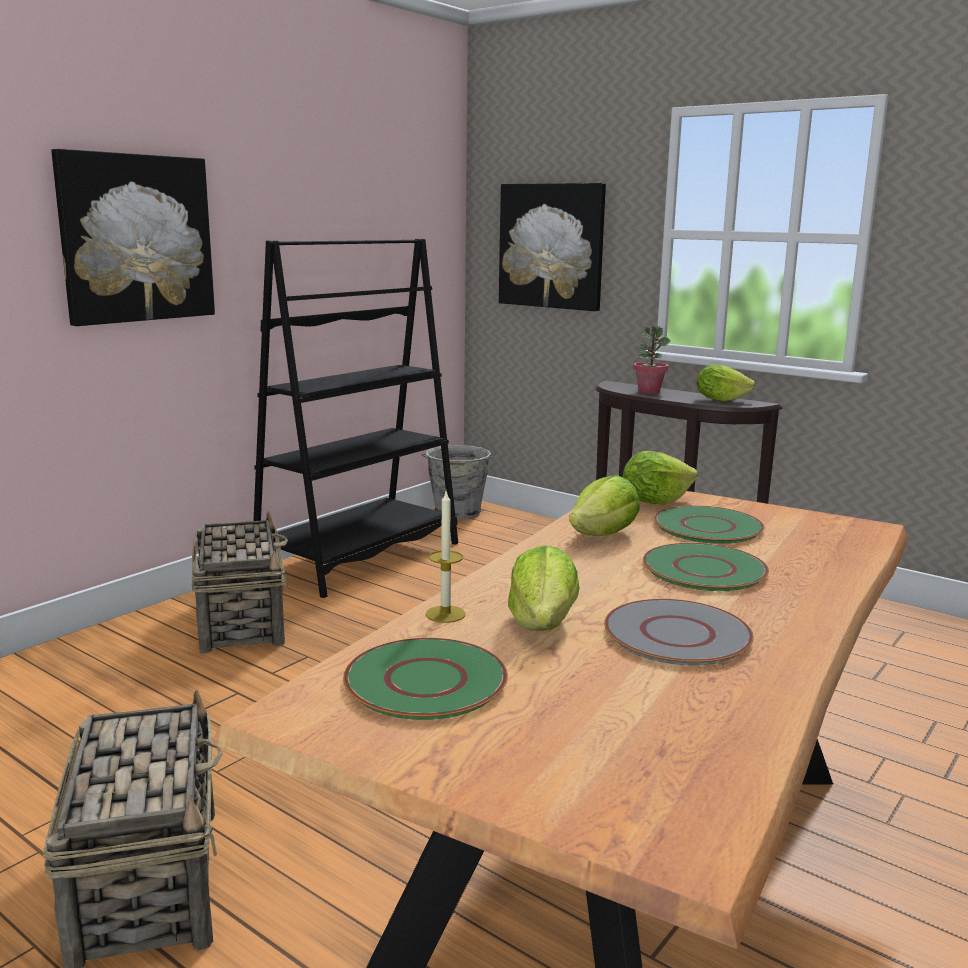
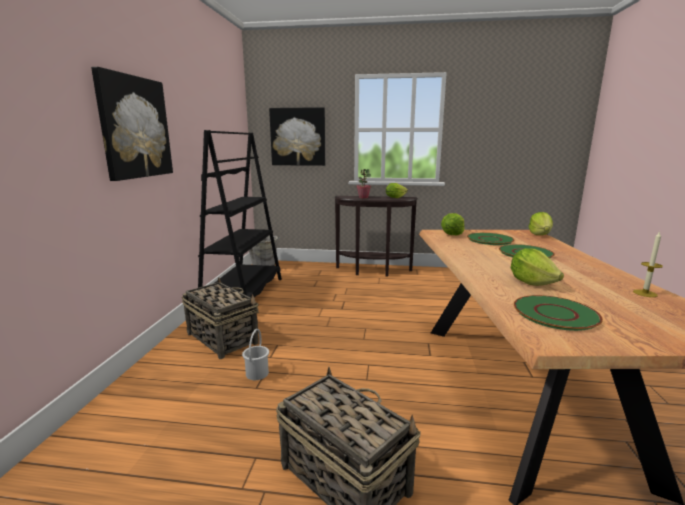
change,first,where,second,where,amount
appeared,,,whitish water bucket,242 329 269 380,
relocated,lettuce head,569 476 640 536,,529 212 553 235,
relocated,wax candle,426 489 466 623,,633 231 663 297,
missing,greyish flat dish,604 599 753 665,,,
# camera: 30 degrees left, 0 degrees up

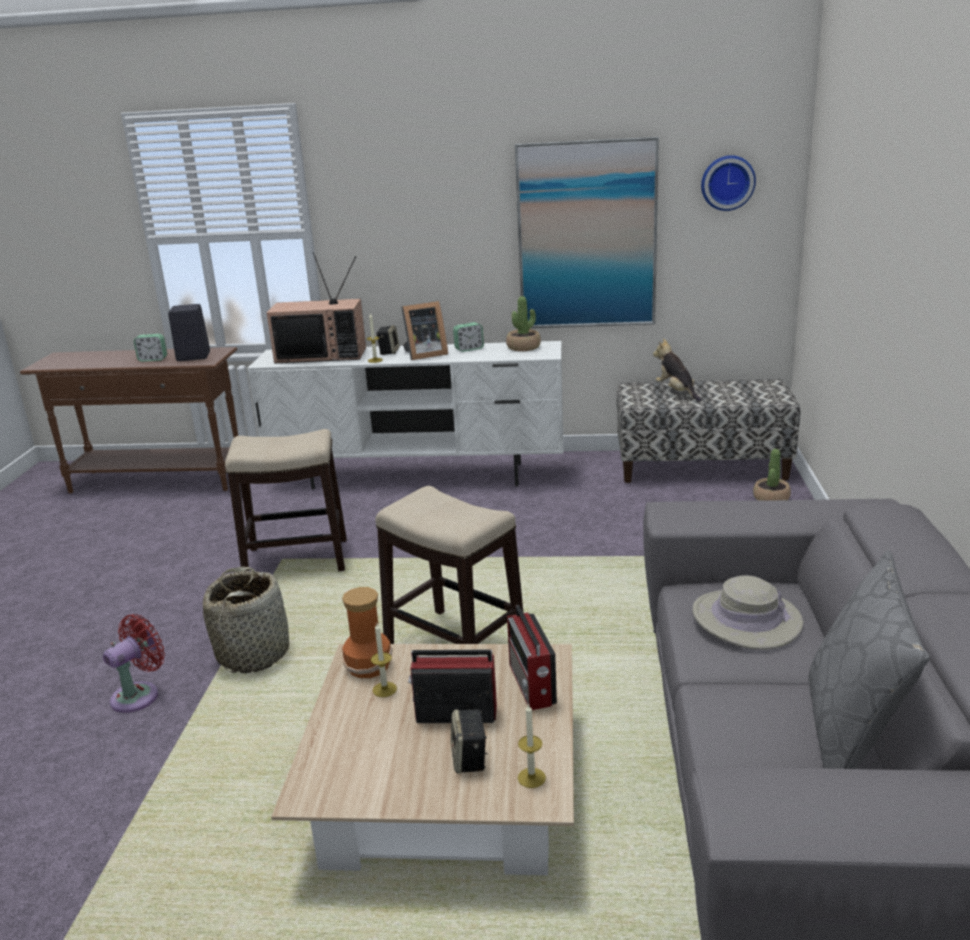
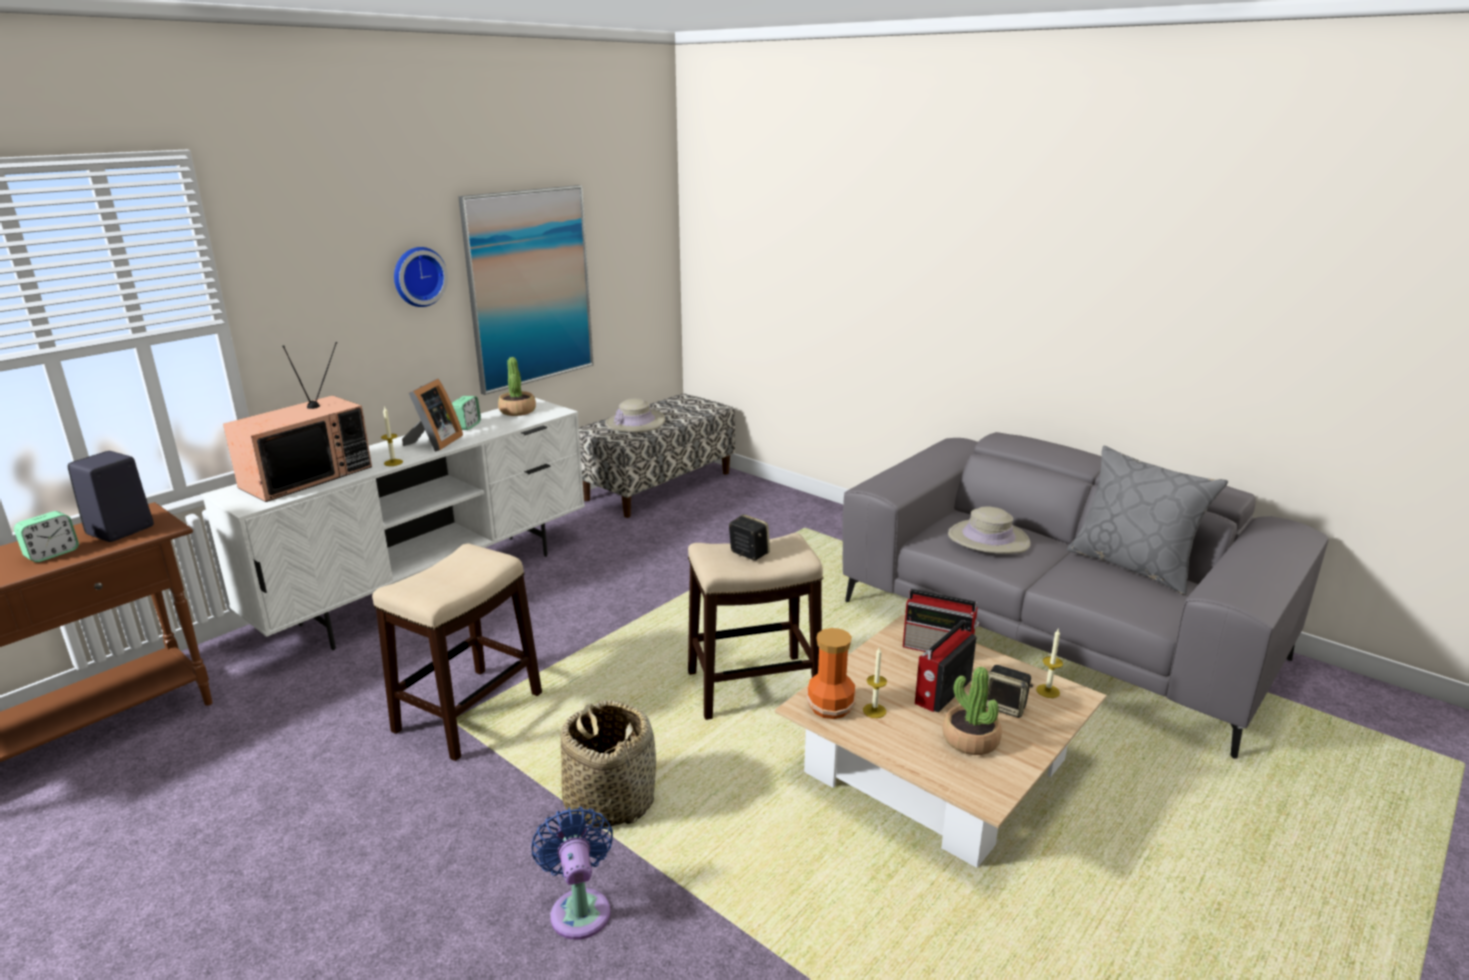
change,first,where,second,where,amount
relocated,clock on the wall,701 155 756 211,,394 247 448 307,
colour,reddish fan,103 614 165 713,bluish fan,532 807 613 940,
exchanged,cuddly toy,653 339 701 402,sand-coloured hat,605 398 665 432,
relocated,speaker,376 325 400 355,,729 514 770 561,
relocated,plant in a pot,753 449 791 501,,942 667 1002 755,
# camera: 55 degrees left, 0 degrees up

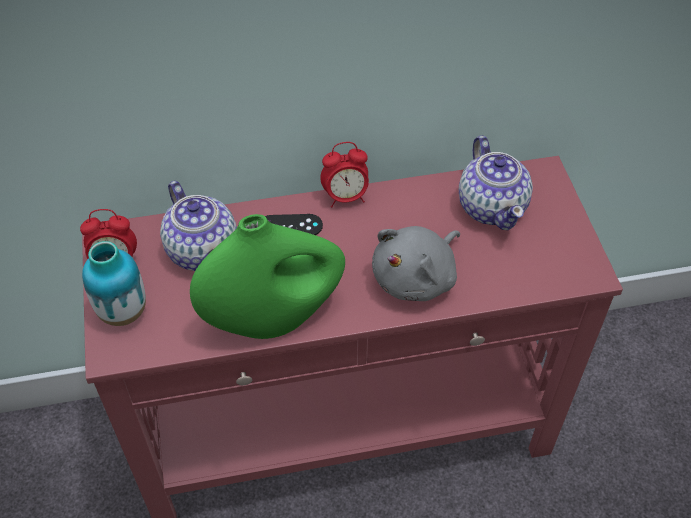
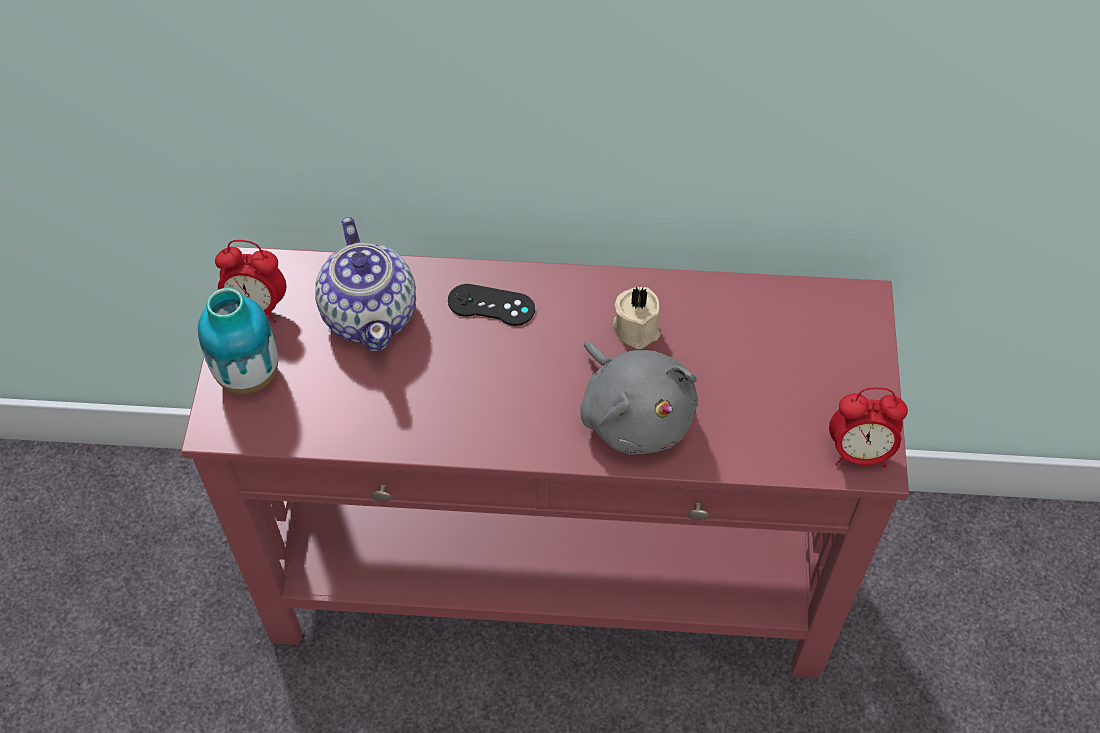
change,first,where,second,where,amount
spun,greyish cuddly toy,372 226 460 301,,580 341 698 455,90 degrees counterclockwise
appeared,,,sand-coloured wax candle,613 287 660 349,
relocated,table clock,320 142 369 208,,829 387 908 468,
missing,green vase,190 214 345 339,,,
missing,teapot,459 136 533 230,,,
# camera: 15 degrees right, 5 degrees up

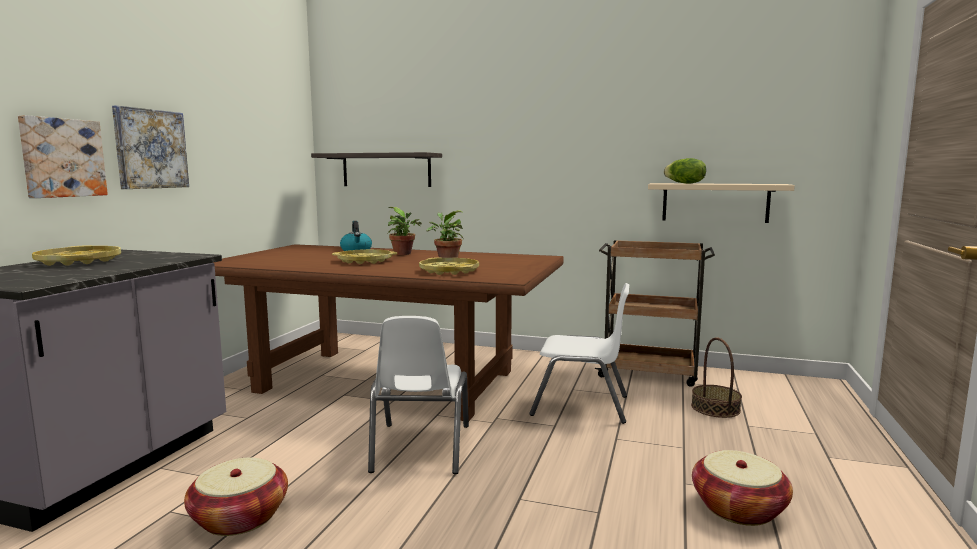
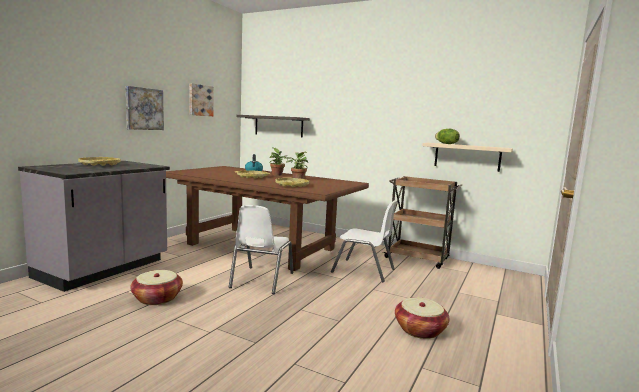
change,first,where,second,where,amount
relocated,picture,18 115 108 198,,189 83 214 116,
missing,storage basket,691 337 742 418,,,
# camera: 10 degrees right, 0 degrees up

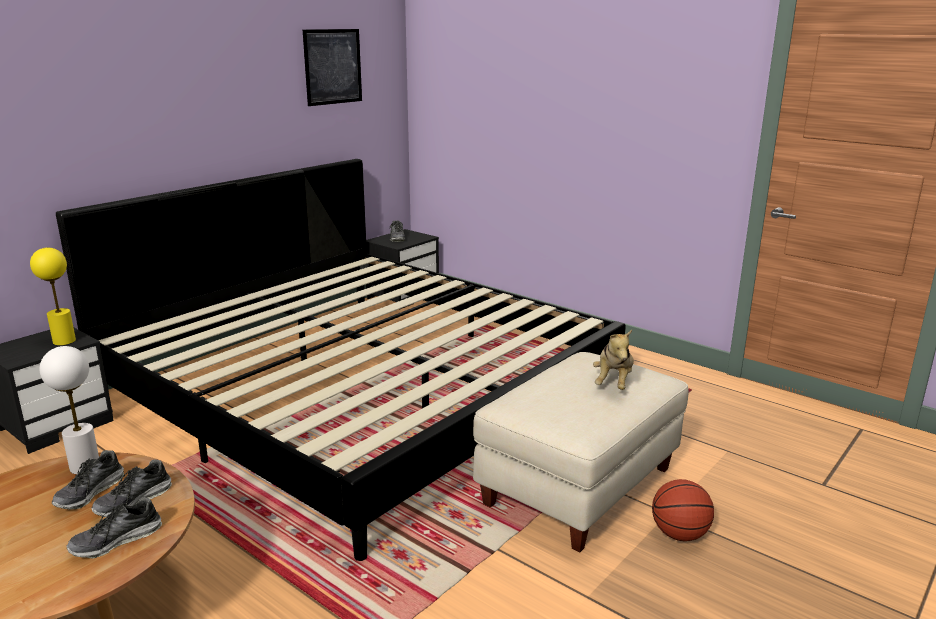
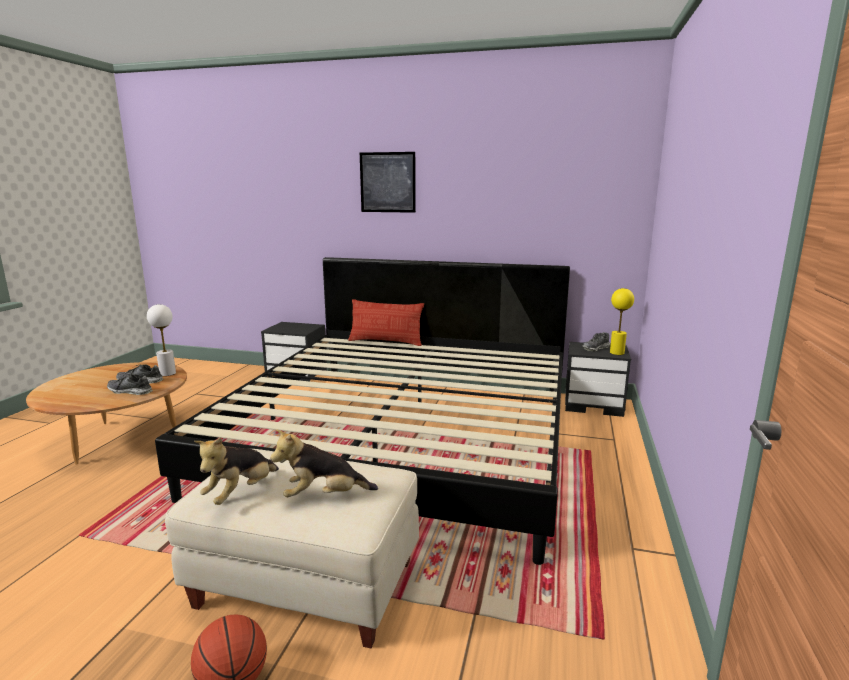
change,first,where,second,where,amount
appeared,,,cuddly toy,194 437 279 505,
appeared,,,cushion,348 299 424 346,
relocated,picture,303 29 362 106,,360 152 416 213,
relocated,yellowish tabletop lamp,30 248 76 346,,610 288 634 355,
missing,low shoe,66 497 162 559,,,
# camera: 65 degrees right, 5 degrees down

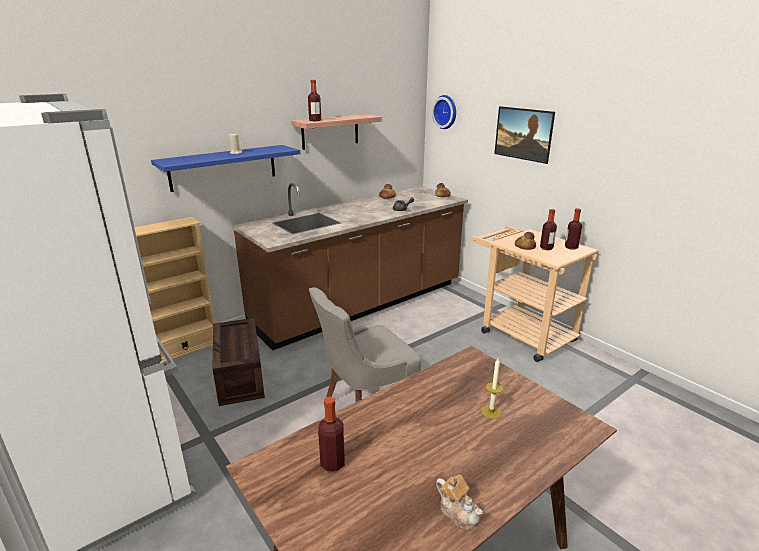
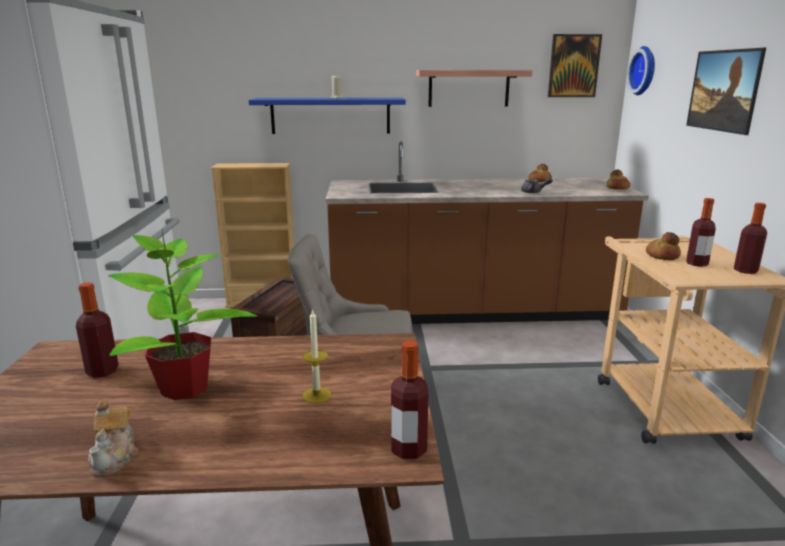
change,first,where,second,where,amount
appeared,,,plant in a pot,108 230 257 400,
relocated,bottle,308 80 321 121,,391 340 428 459,
appeared,,,picture,548 34 602 97,
# camera: 35 degrees right, 5 degrees down

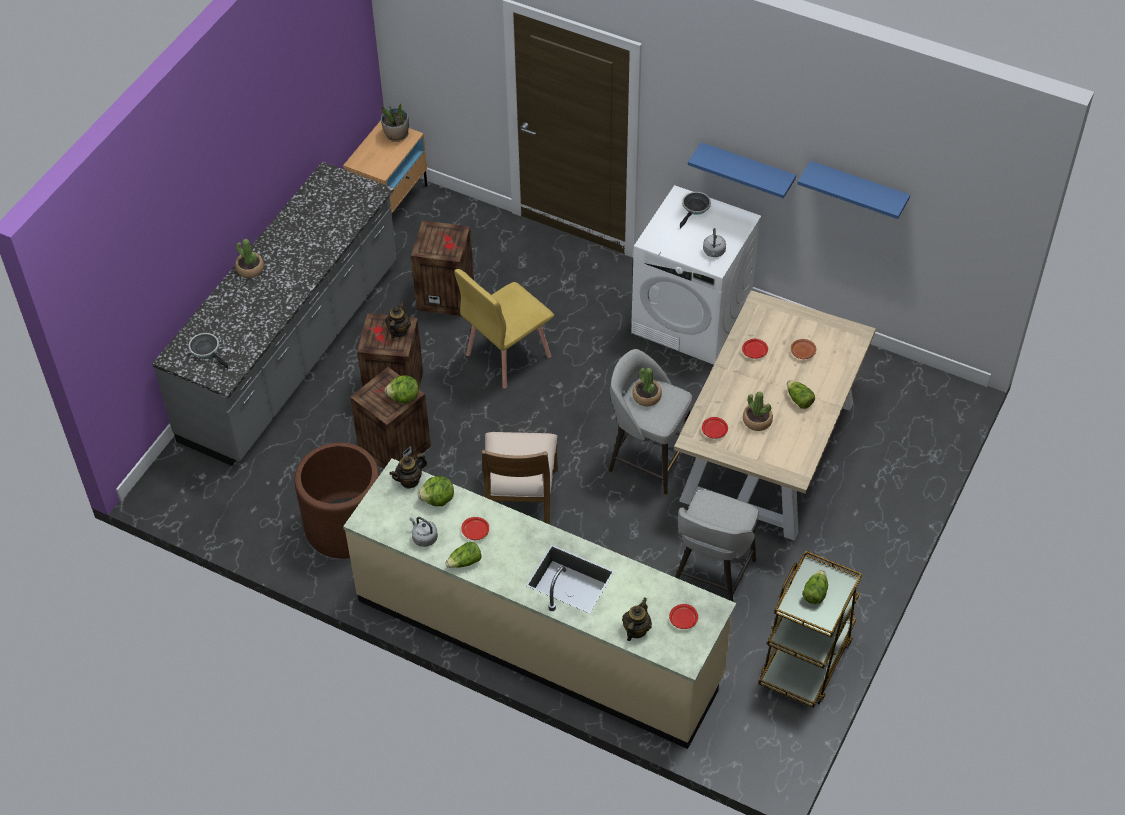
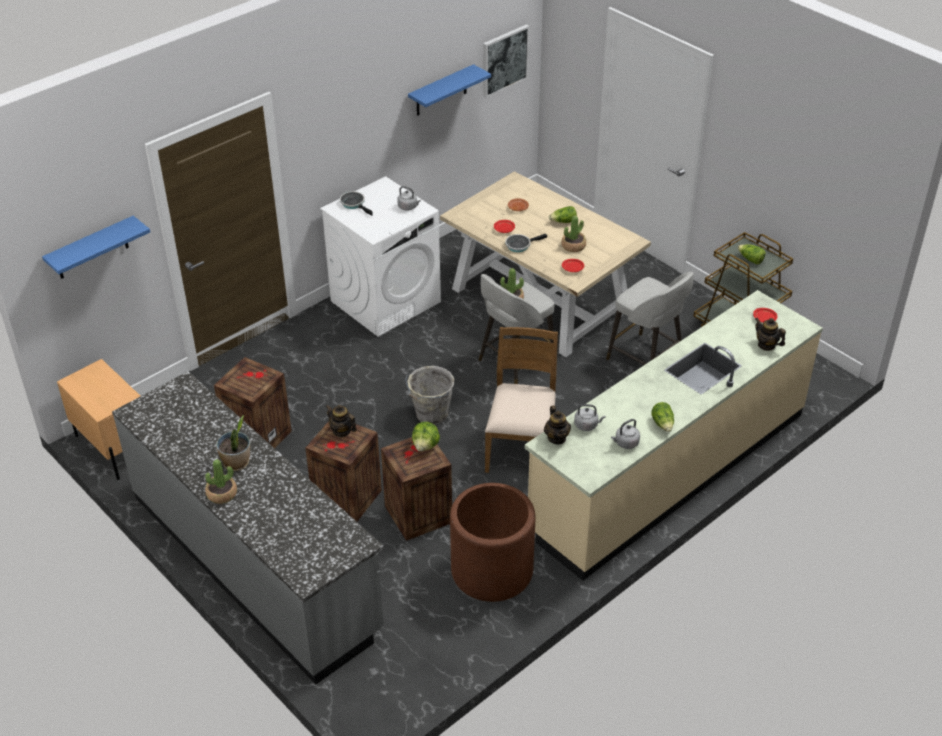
change,first,where,second,where,amount
relocated,bluish bracket shelf,688 142 796 198,,42 216 150 279,
relocated,plant in a pot,381 103 409 142,,216 415 250 471,
appeared,,,greyish water bucket,405 366 454 425,
appeared,,,picture,483 24 530 98,
spun,brownish upright chair,482 432 558 525,,485 327 558 473,105 degrees counterclockwise
relocated,pan,189 333 228 369,,505 234 547 252,
exchanged,lettuce head,418 476 454 506,greyish kettle,574 404 606 431,
missing,yellowish upright chair,454 269 554 389,,,
missing,reddish flat dish,461 517 489 540,,,
# camera: 70 degrees left, 10 degrees down

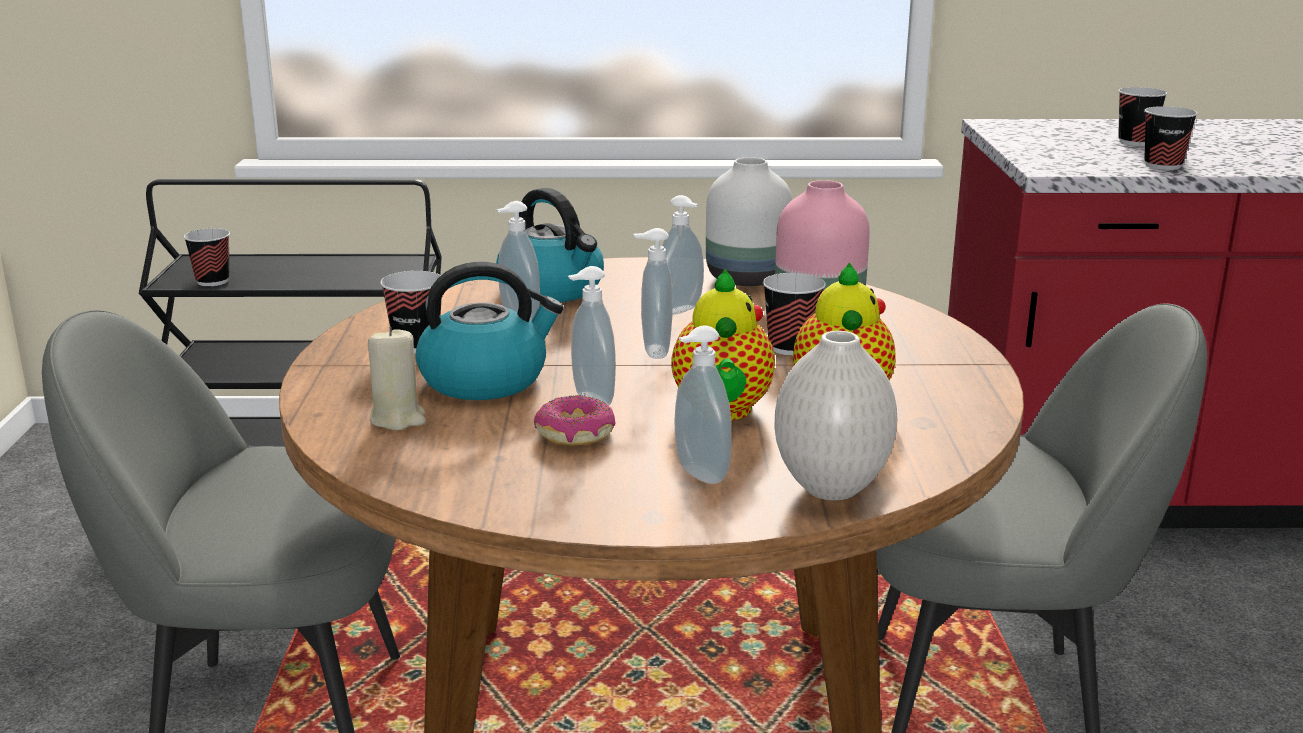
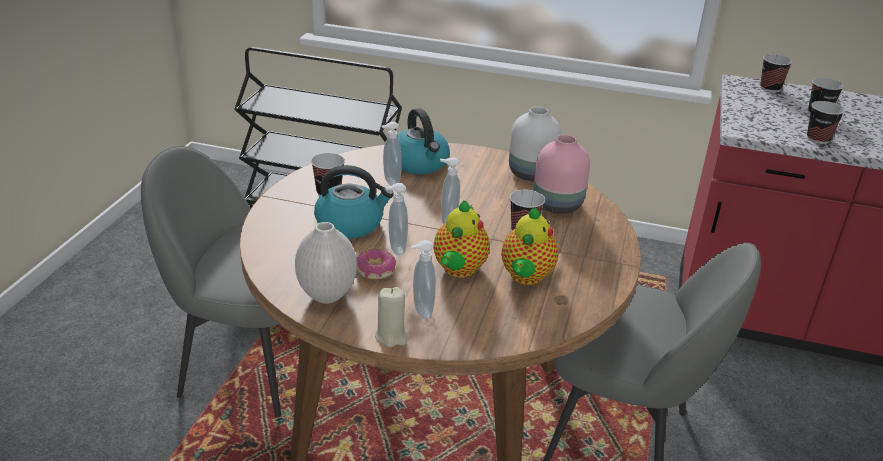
change,first,where,second,where,amount
relocated,whitish vase,774 331 897 500,,295 222 357 304,
relocated,sand-coloured wax candle,368 327 426 431,,375 287 408 347,
relocated,drinking cup,184 228 230 286,,760 54 793 92,
missing,soap bottle,662 195 704 315,,,
# camera: 15 degrees right, 10 degrees up

